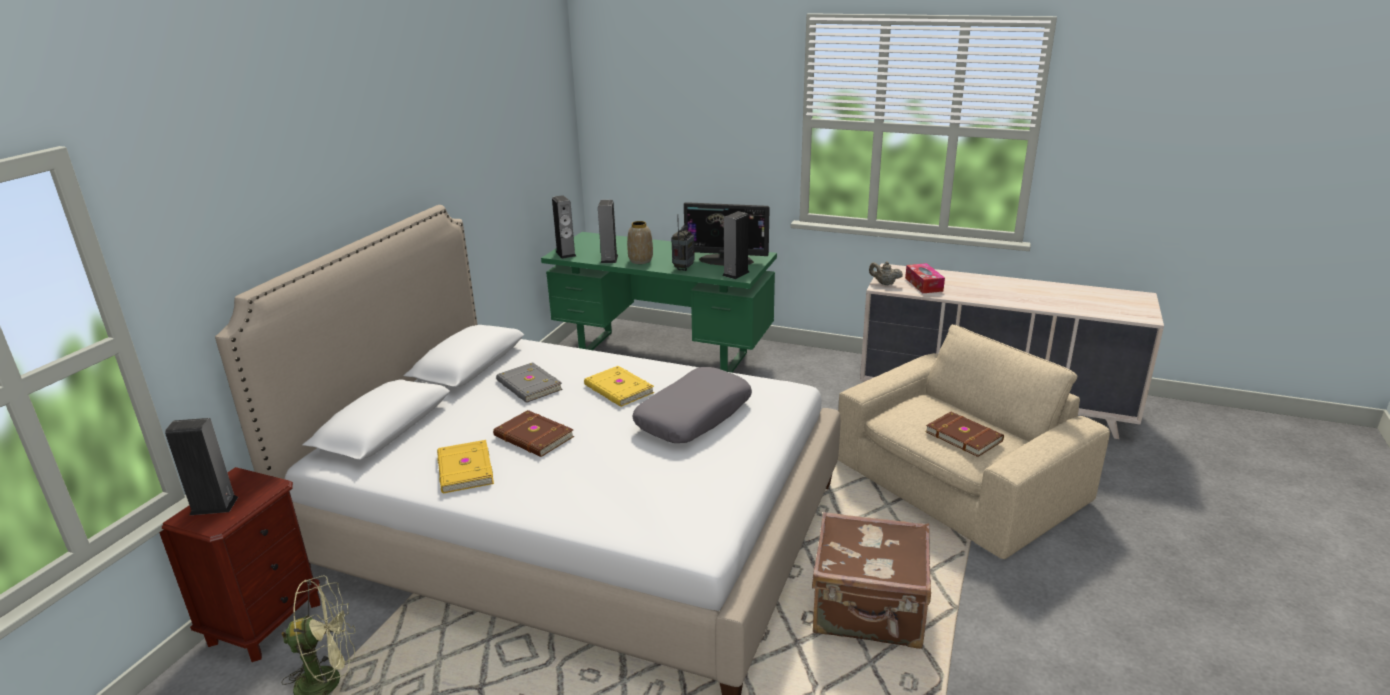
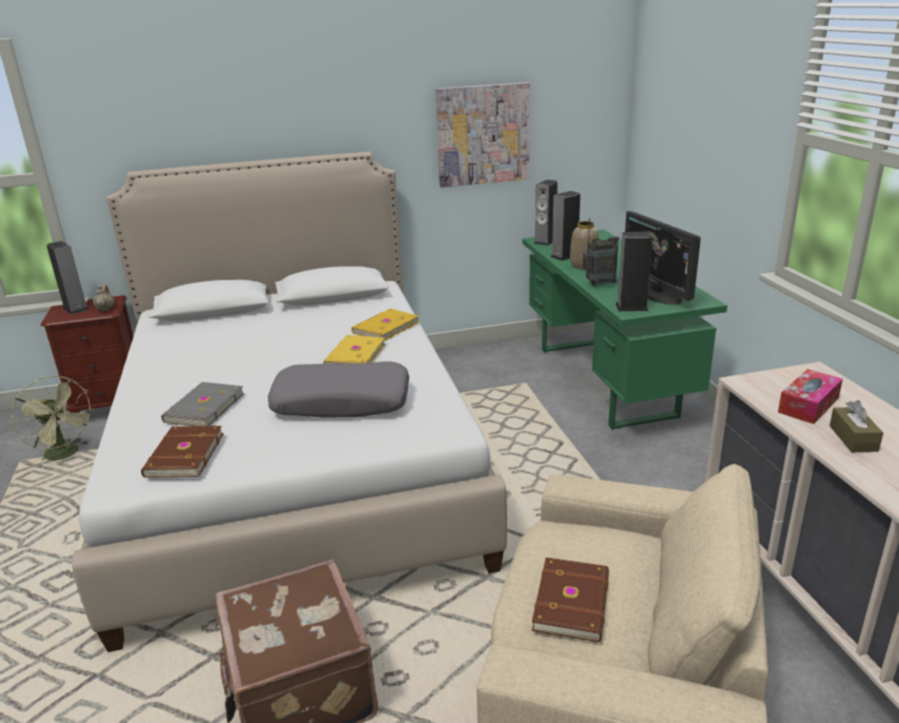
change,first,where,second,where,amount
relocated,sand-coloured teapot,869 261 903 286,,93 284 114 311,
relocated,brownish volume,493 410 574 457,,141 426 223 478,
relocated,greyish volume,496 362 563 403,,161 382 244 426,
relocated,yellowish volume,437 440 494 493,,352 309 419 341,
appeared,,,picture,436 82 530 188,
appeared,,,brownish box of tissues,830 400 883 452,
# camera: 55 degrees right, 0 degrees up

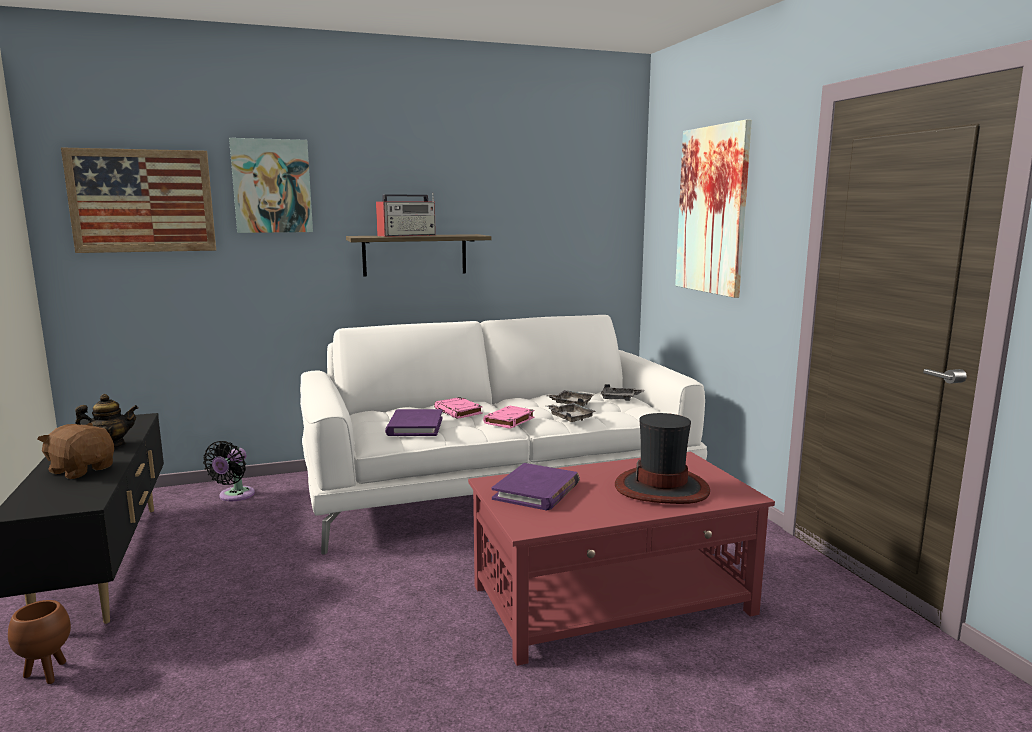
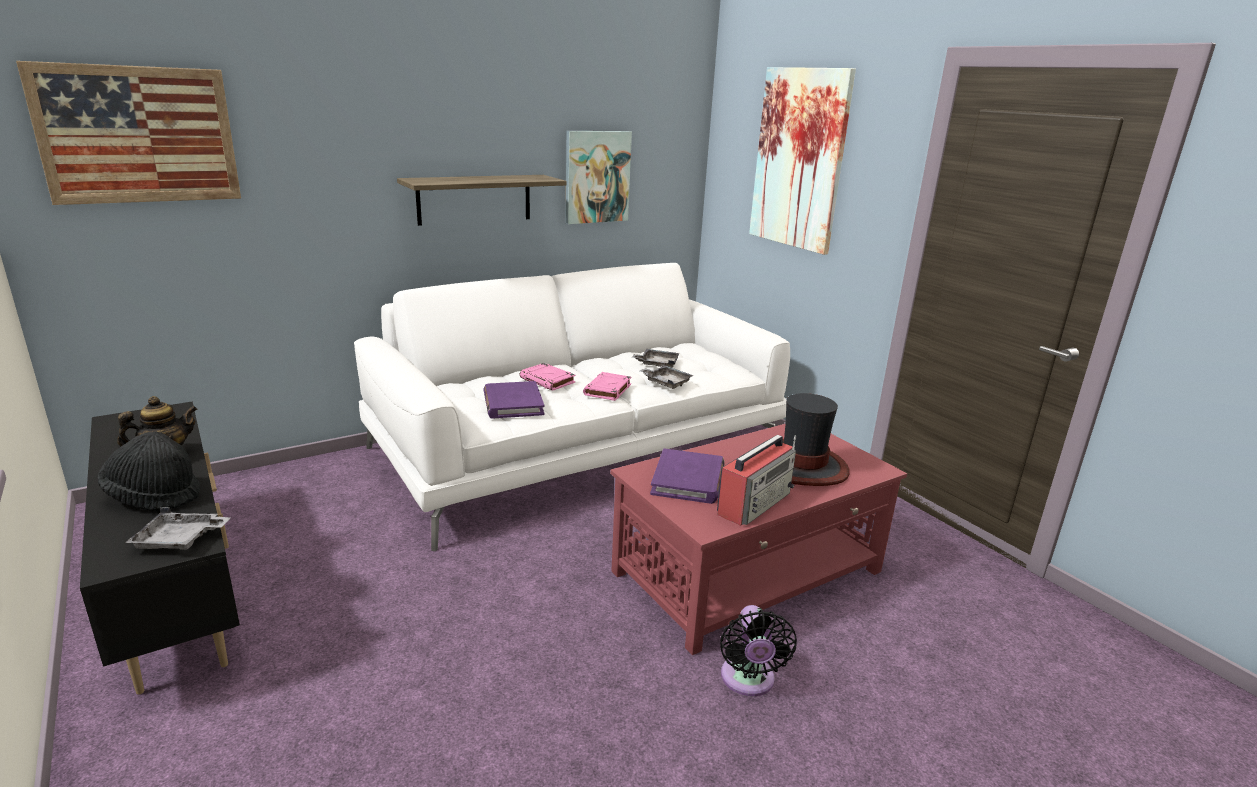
change,first,where,second,where,amount
exchanged,brownish cuddly toy,38 423 114 479,black hat,97 432 201 510,
relocated,greyish tray,600 384 644 401,,125 507 231 550,
relocated,picture,229 138 313 233,,565 131 632 224,
relocated,radio receiver,376 192 436 237,,717 435 796 526,
relocated,black fan,203 441 255 501,,720 605 797 696,
missing,brownish plant pot,8 600 71 684,,,
# camera: 15 degrees left, 10 degrees up

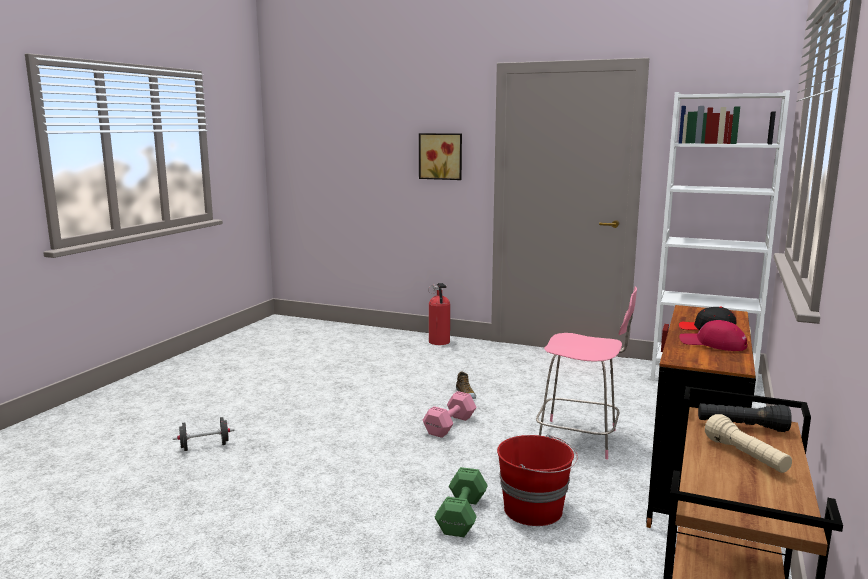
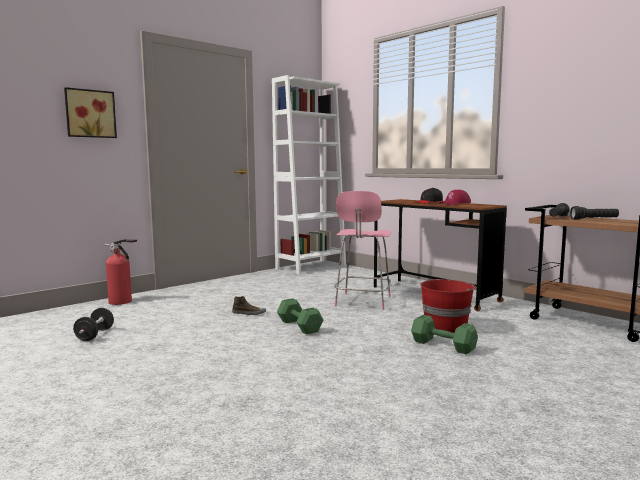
change,first,where,second,where,amount
relocated,black hand weight,173 417 235 451,,73 308 114 341,
colour,pink hand weight,423 391 477 438,green hand weight,277 298 324 334,
spun,pink upright chair,536 286 637 460,,334 191 391 310,150 degrees clockwise
colour,sand-coloured flashlight,705 414 792 473,black flashlight,570 206 619 220,
# camera: 65 degrees left, 5 degrees down

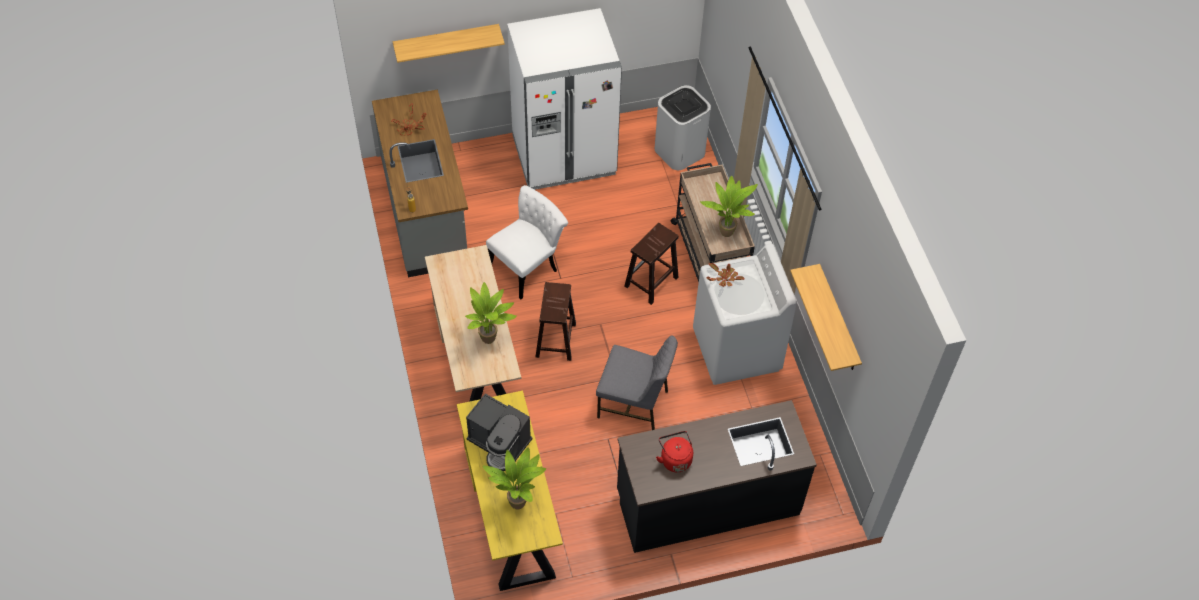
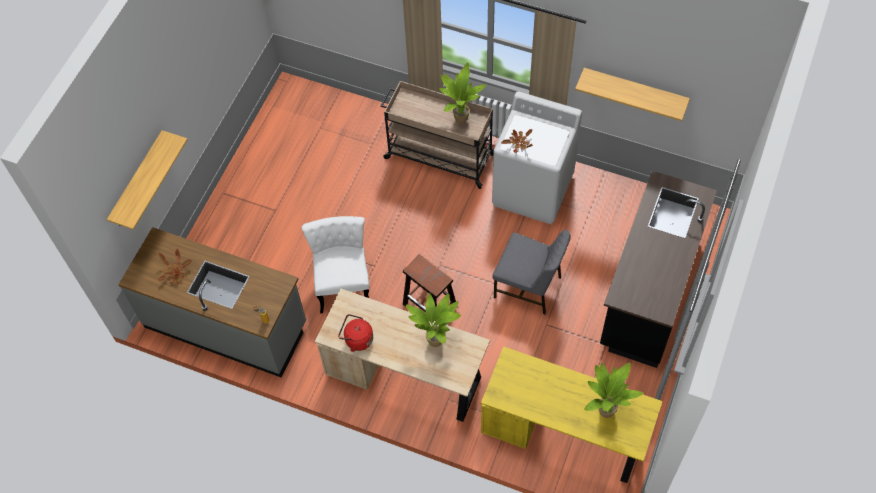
change,first,where,second,where,amount
relocated,reddish kettle,656 431 693 472,,338 314 373 352,
spun,greyish upright chair,596 335 678 430,,492 229 571 314,60 degrees clockwise
missing,coffee maker,466 393 533 471,,,
missing,whitish kitchen fridge,507 8 622 190,,,
missing,brownish stool,624 223 679 305,,,
missing,whitish rubbish bin,655 85 711 170,,,
# camera: 50 degrees left, 5 degrees up

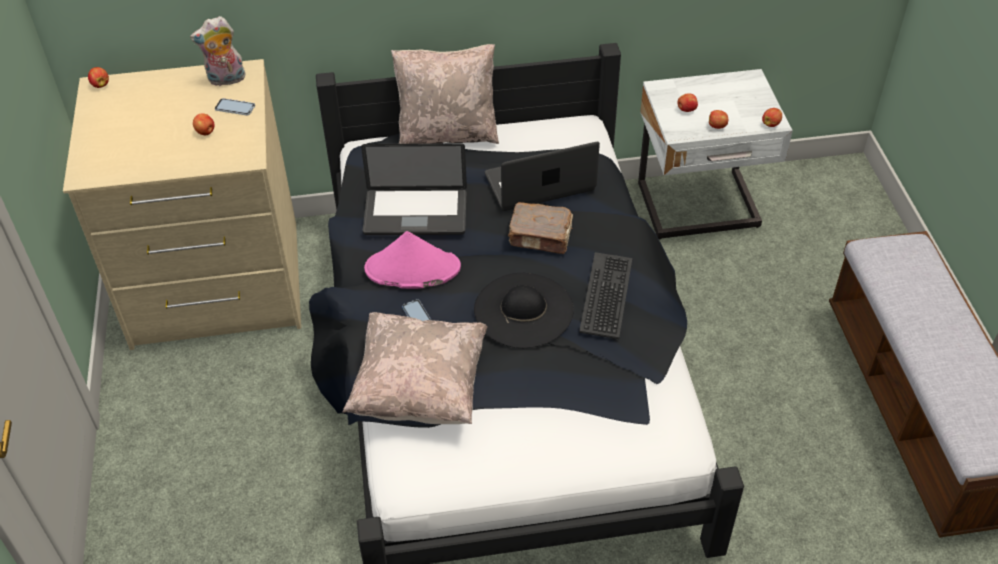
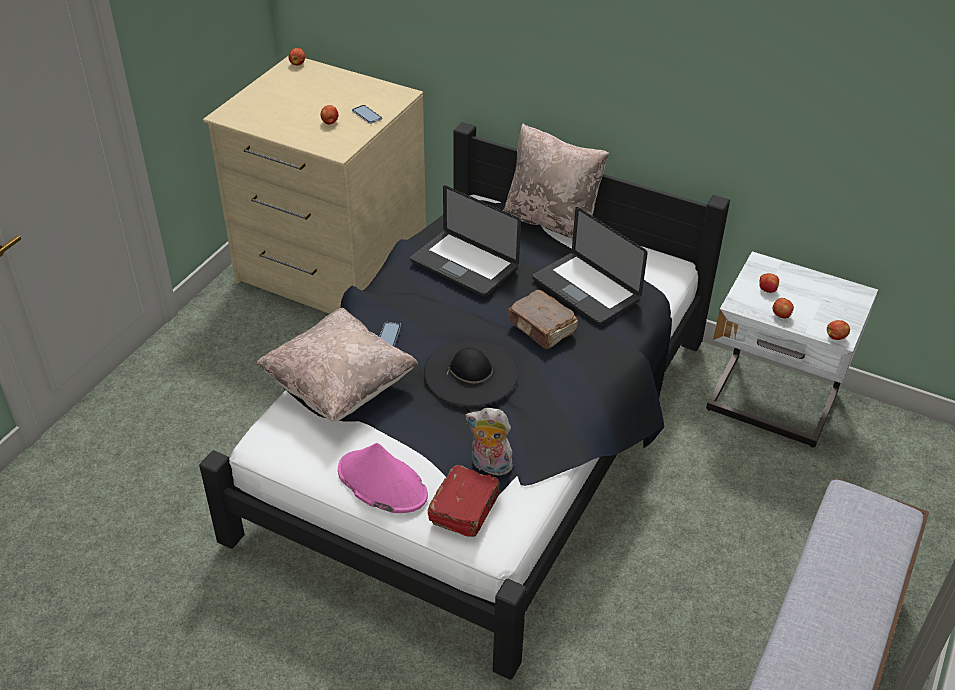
change,first,where,second,where,amount
relocated,pink hat,364 231 461 289,,338 443 428 513,
appeared,,,reddish volume,427 465 500 537,
relocated,cuddly toy,190 16 246 86,,466 408 513 476,
spun,notebook computer,485 142 600 211,,532 207 648 325,150 degrees counterclockwise
missing,computer keyboard,579 252 632 339,,,
# camera: 35 degrees right, 5 degrees down

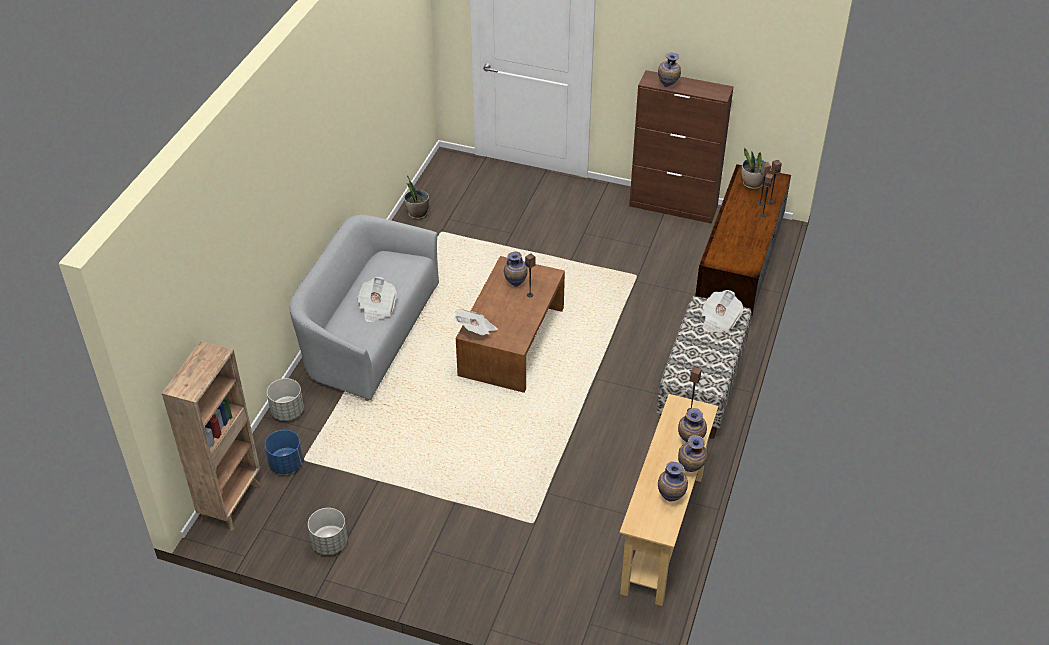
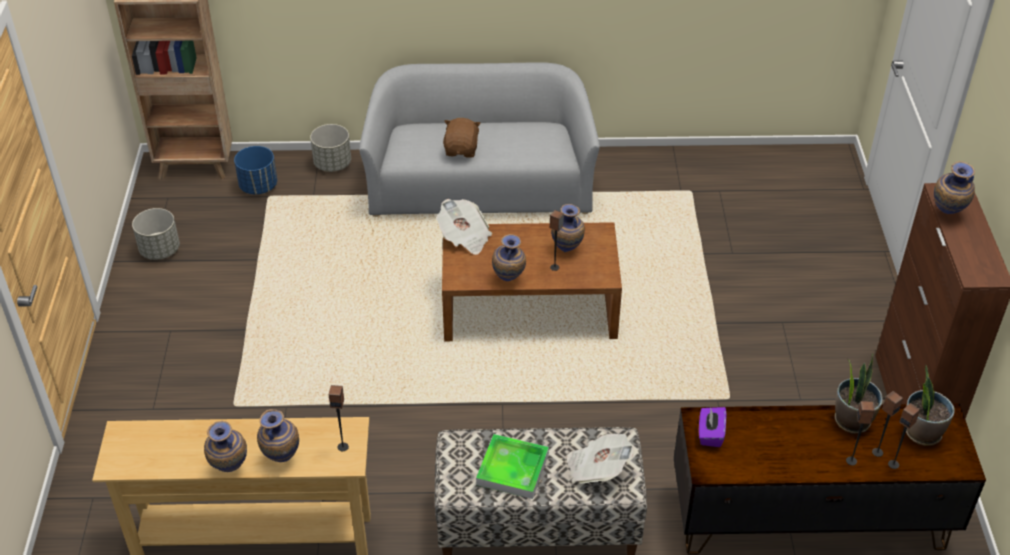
change,first,where,second,where,amount
exchanged,newspaper,357 277 397 322,brownish cuddly toy,443 118 481 158,
appeared,,,tray,476 434 549 499,
relocated,vase,658 461 688 502,,492 234 526 281,
appeared,,,purple-coloured box of tissues,699 407 726 447,
relocated,plant in a pot,404 175 429 220,,835 354 883 434,
# camera: 70 degrees right, 0 degrees up

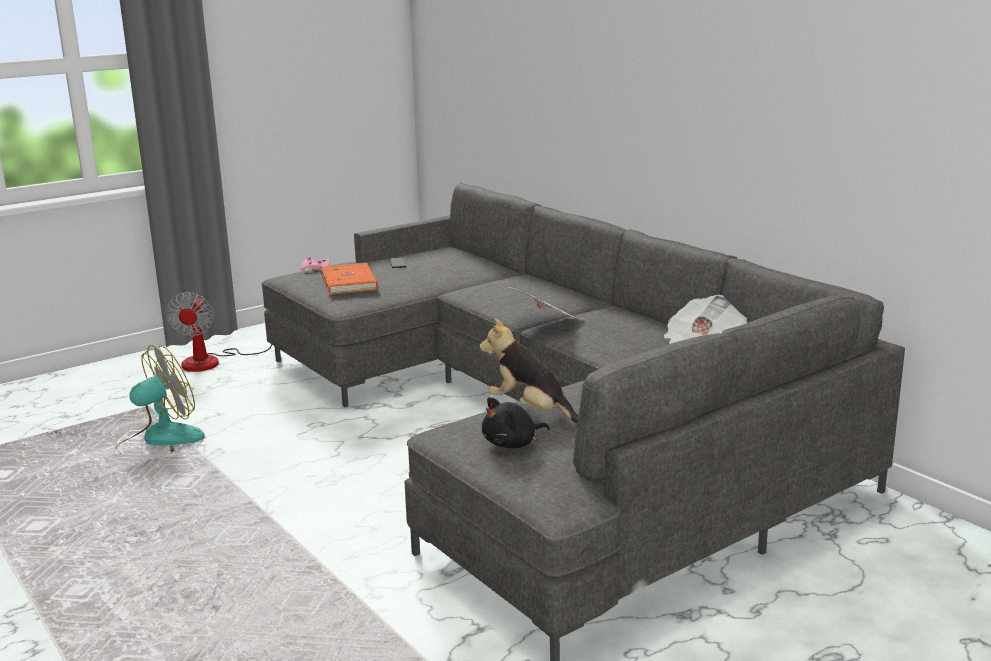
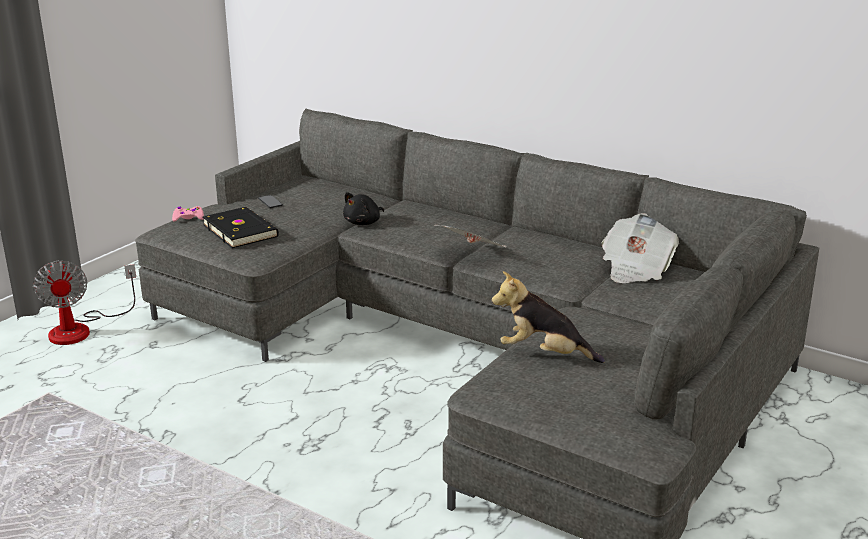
change,first,where,second,where,amount
colour,orangey volume,321 263 378 295,black volume,202 207 279 248,
relocated,black cuddly toy,482 397 550 448,,343 192 384 225,
missing,fan,116 345 205 457,,,
# camera: 20 degrees left, 5 degrees up

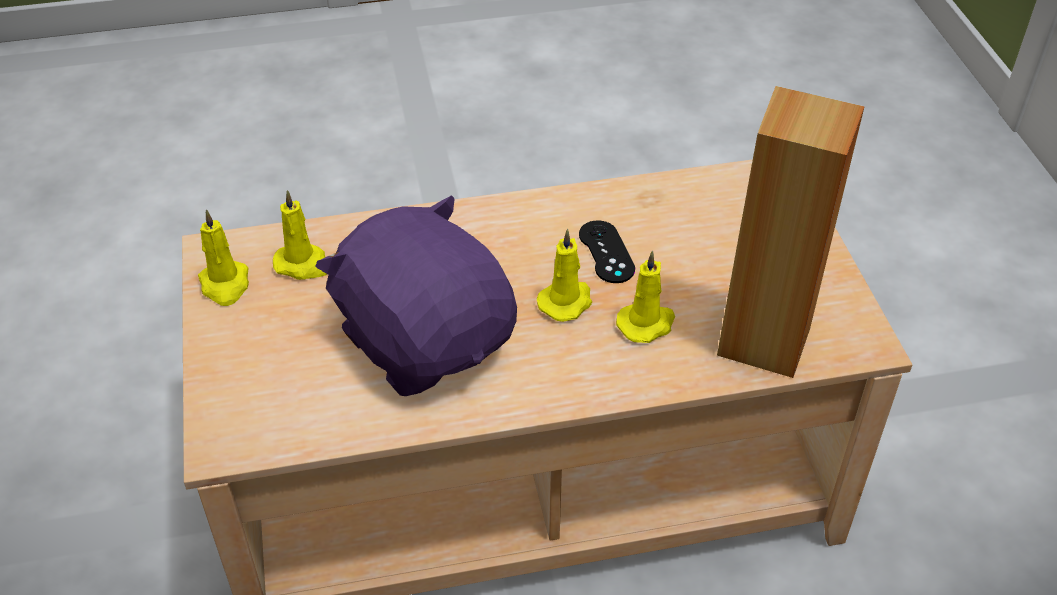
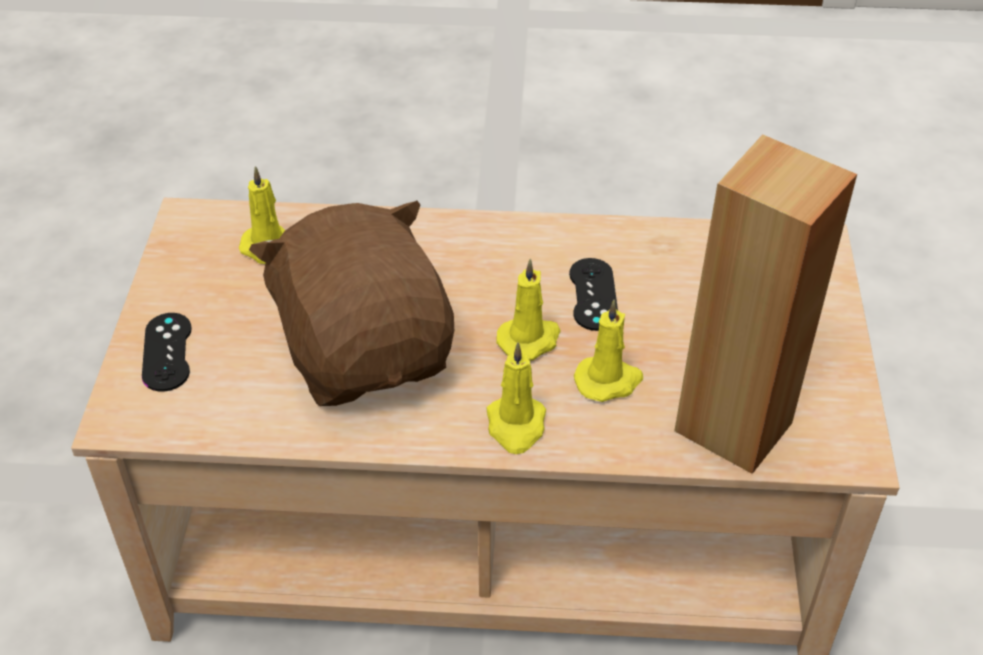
change,first,where,second,where,amount
appeared,,,black joypad,142 313 192 392,
colour,purple-coloured cuddly toy,315 195 517 396,brownish cuddly toy,249 200 454 406,
relocated,yellowish wax candle,198 209 249 306,,487 342 546 454,
# camera: 15 degrees right, 0 degrees up

